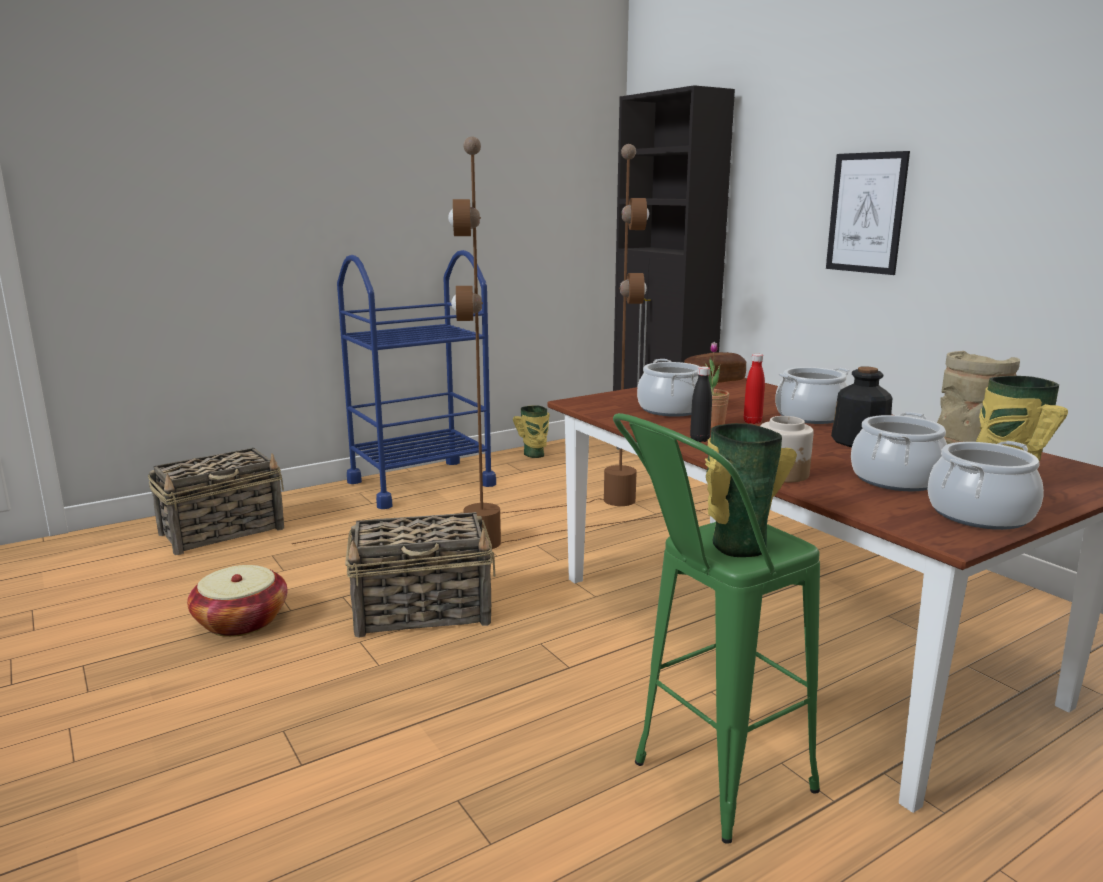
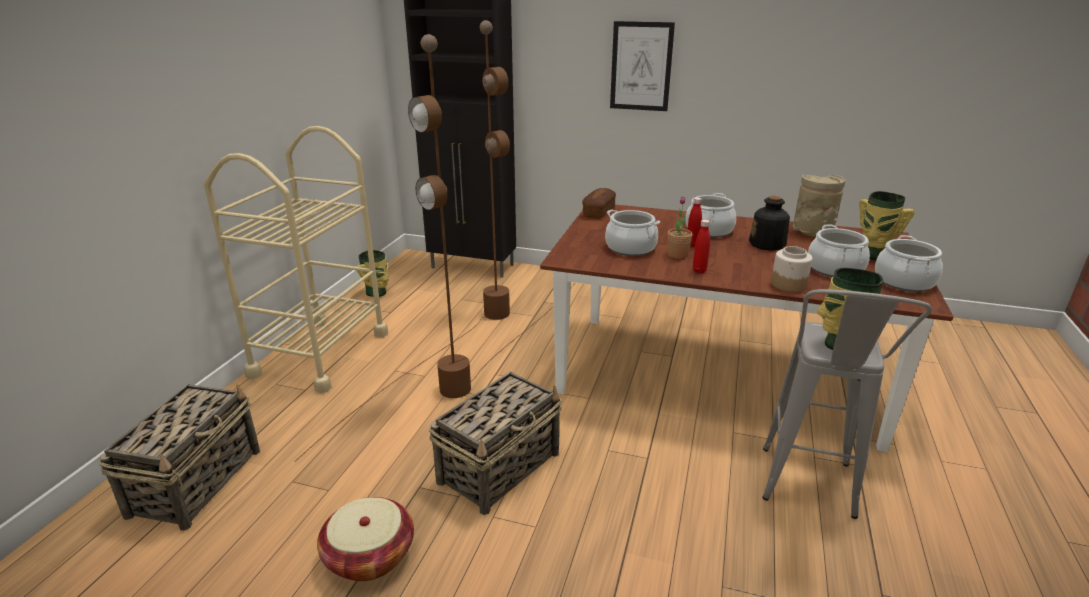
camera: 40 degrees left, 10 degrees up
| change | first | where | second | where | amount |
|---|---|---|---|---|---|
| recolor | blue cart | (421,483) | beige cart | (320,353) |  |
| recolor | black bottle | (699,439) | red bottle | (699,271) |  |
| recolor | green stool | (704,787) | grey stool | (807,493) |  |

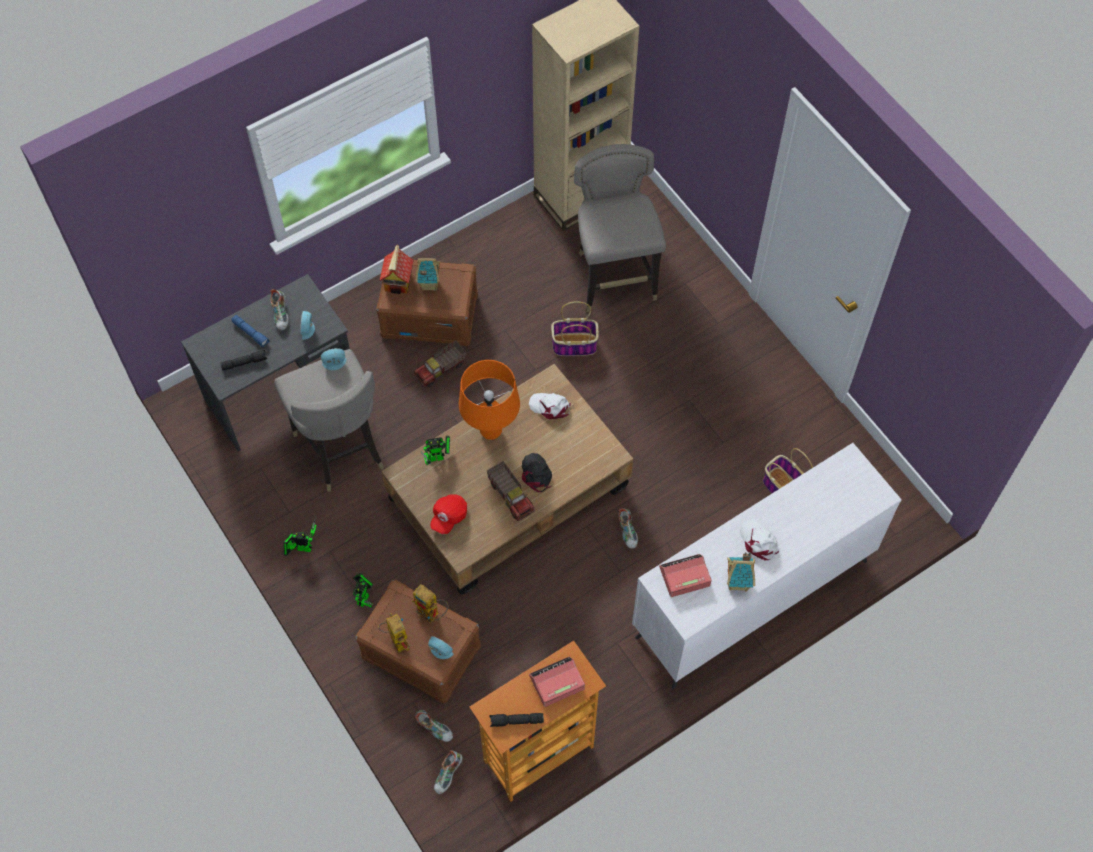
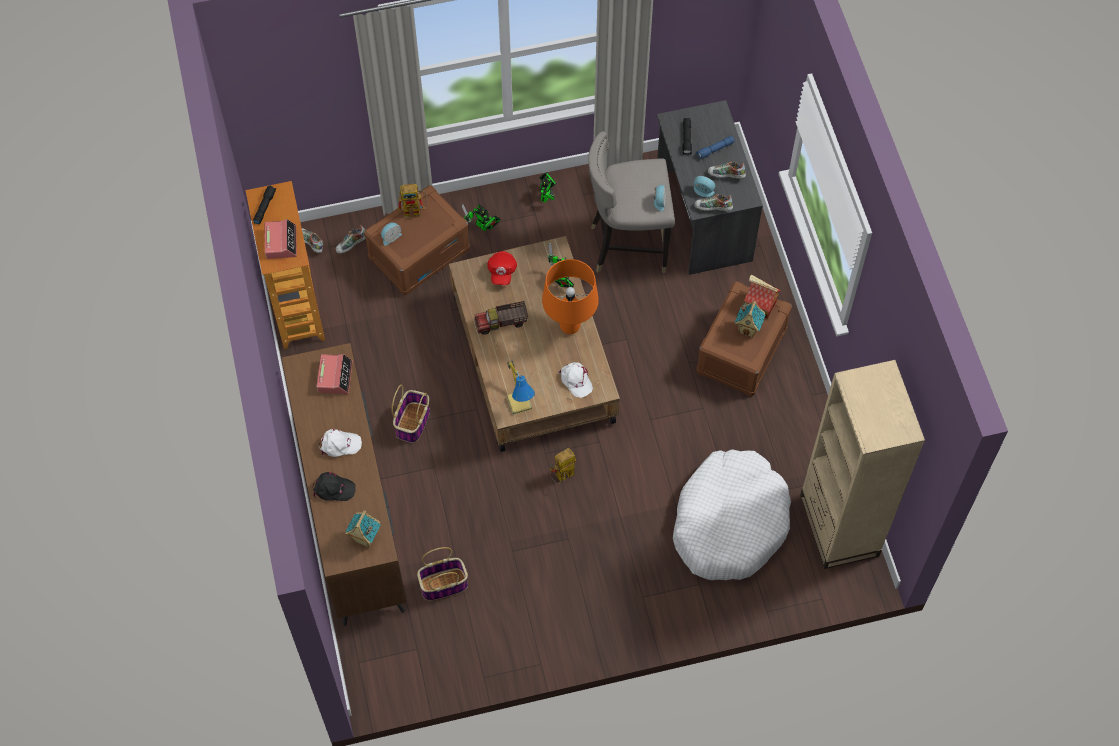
camera: 110 degrees right, 0 degrees up
| change | first | where | second | where | amount |
|---|---|---|---|---|---|
| replace | grey stool | (614,277) | white dog bed | (729,522) |  |
| move | basket | (574,345) |  | (413,422) |  |
| delete | toy truck | (441,370) |  |  |  |
| rotate | white cap | (550,407) |  | (576,380) | 105 degrees clockwise |
| recolor | white dresser | (751,598) | brown dresser | (353,514) |  |
| move | black cap | (536,474) |  | (333,489) |  |
| rotate | red cap | (448,517) |  | (502,272) | 135 degrees counterclockwise |
| move | shoe | (628,531) |  | (713,208) |  |
| move | toy house | (738,583) |  | (364,538) |  |
| move | toy robot | (432,614) |  | (562,478) |  |
| insert |  |  | table lamp | (520,402) |  |

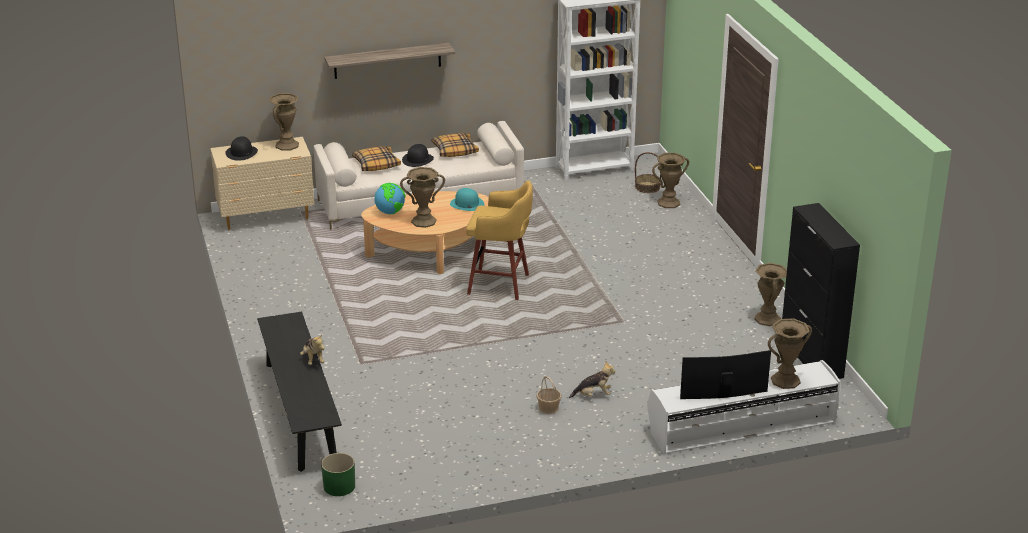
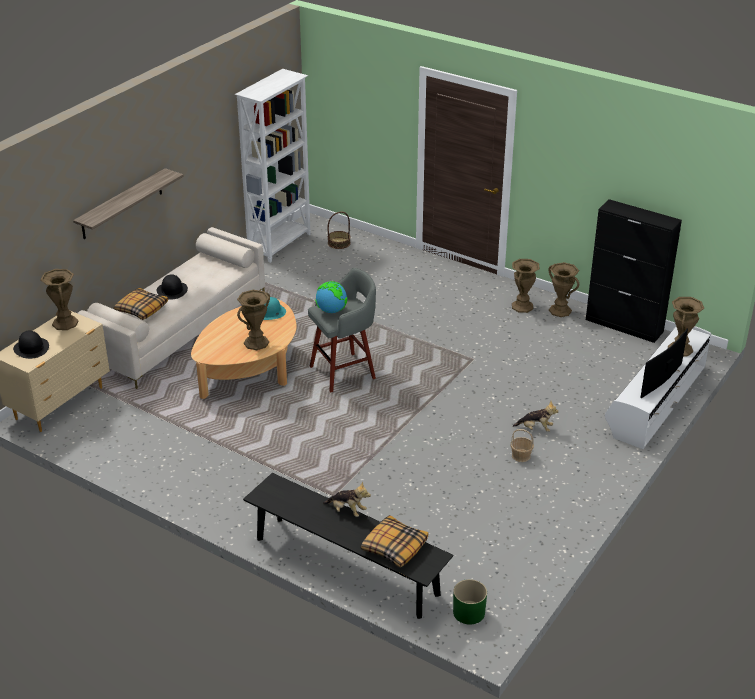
camera: 40 degrees left, 5 degrees up
| change | first | where | second | where | amount |
|---|---|---|---|---|---|
| move | pillow | (455,150) |  | (394,547) |  |
| move | brown vase | (668,203) |  | (522,306) |  |
| recolor | yellow stool | (500,285) | grey stool | (344,372) |  |
| move | globe | (390,212) |  | (331,311) |  |
| rotate | plush toy | (593,395) |  | (535,429) | 60 degrees clockwise |

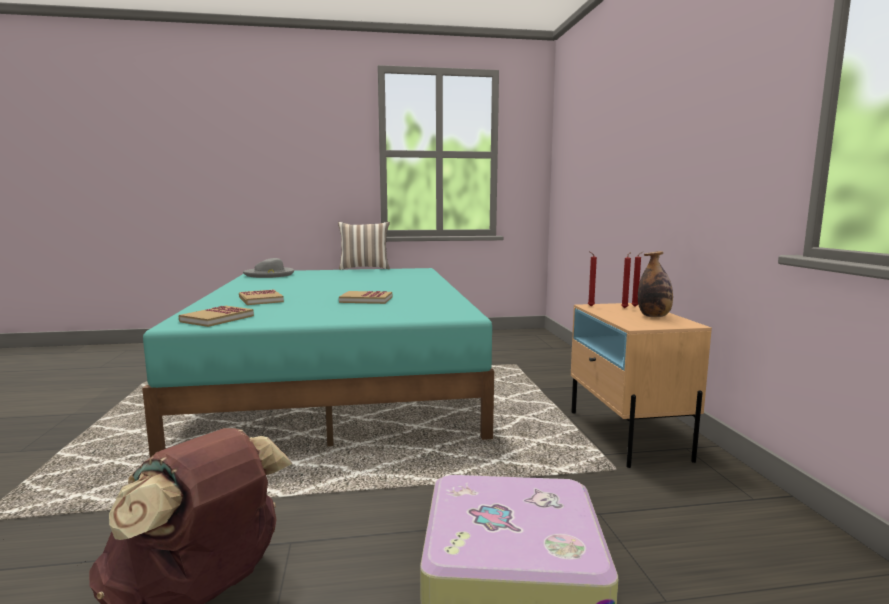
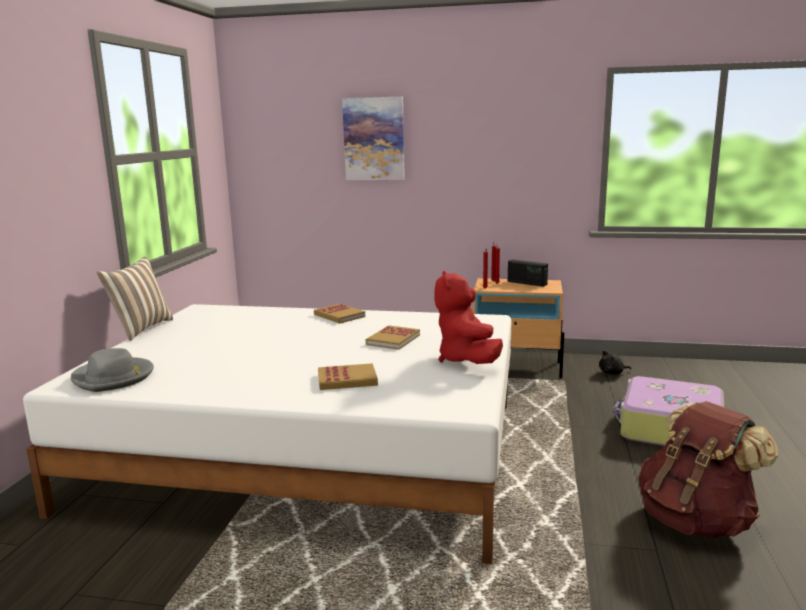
camera: 70 degrees left, 5 degrees up
| change | first | where | second | where | amount |
|---|---|---|---|---|---|
| replace | bottle | (654,316) | radio | (527,283) |  |
| recolor | turquoise bed | (340,379) | white bed | (309,453) |  |
| move | book | (217,319) |  | (339,316) |  |
| insert |  |  | picture | (374,139) |  |
| insert |  |  | red plush toy | (466,360) |  |
| insert |  |  | black plush toy | (612,373) |  |

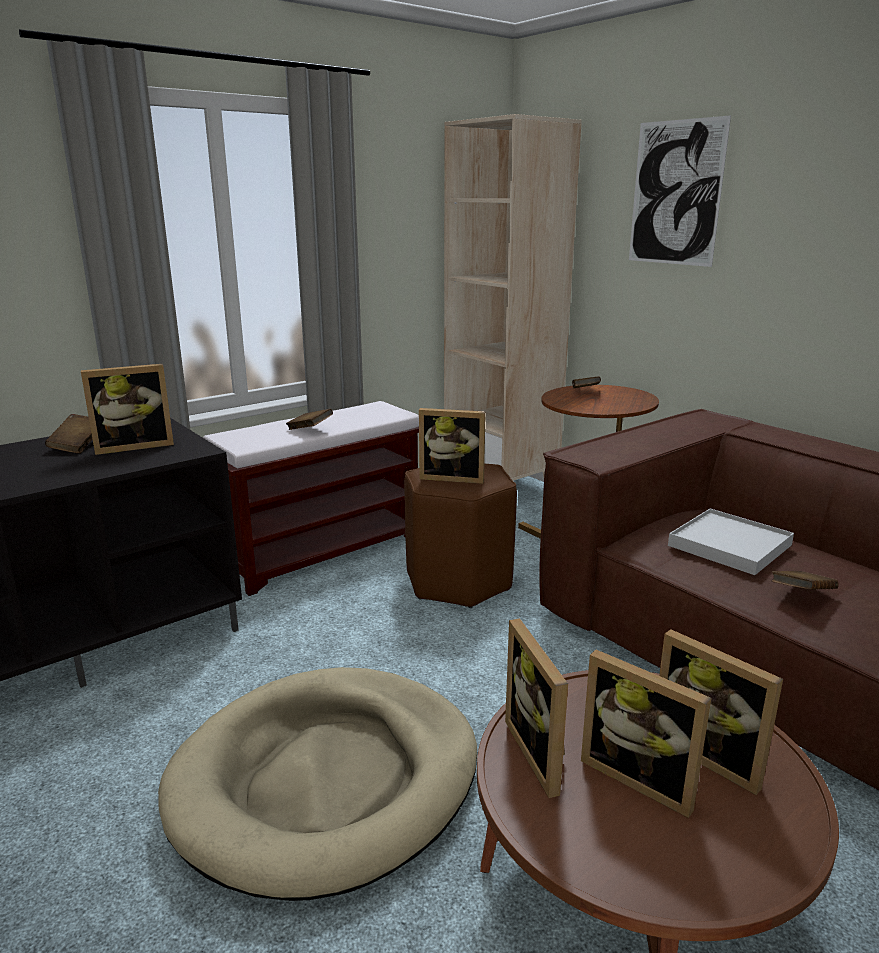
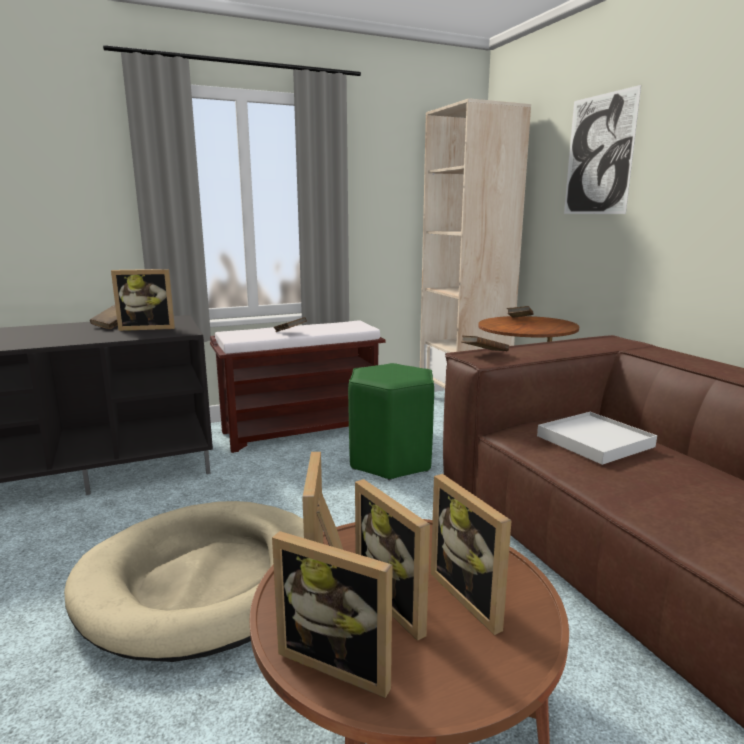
camera: 15 degrees right, 5 degrees down
| change | first | where | second | where | amount |
|---|---|---|---|---|---|
| move | picture frame | (453,477) |  | (340,660) |  |
| recolor | brown stool | (459,581) | green stool | (391,461) |  |
| move | brown book | (801,594) |  | (484,354) |  |

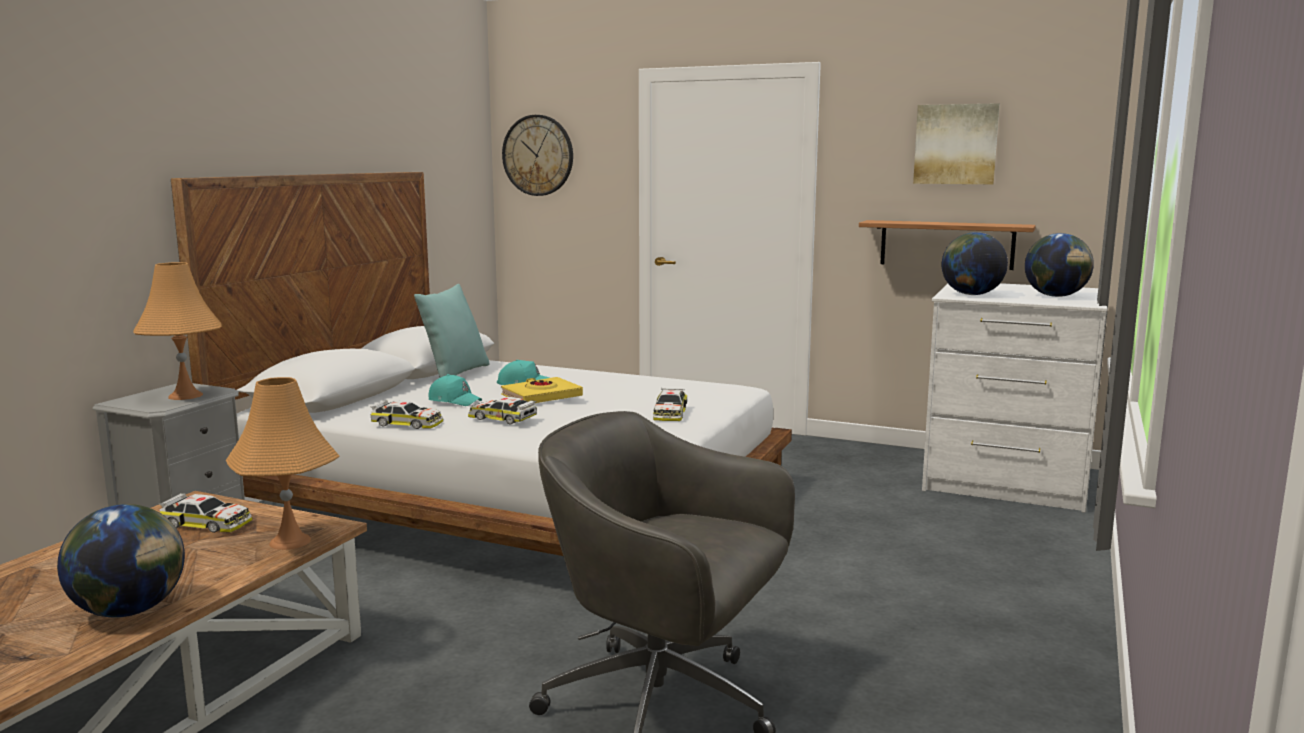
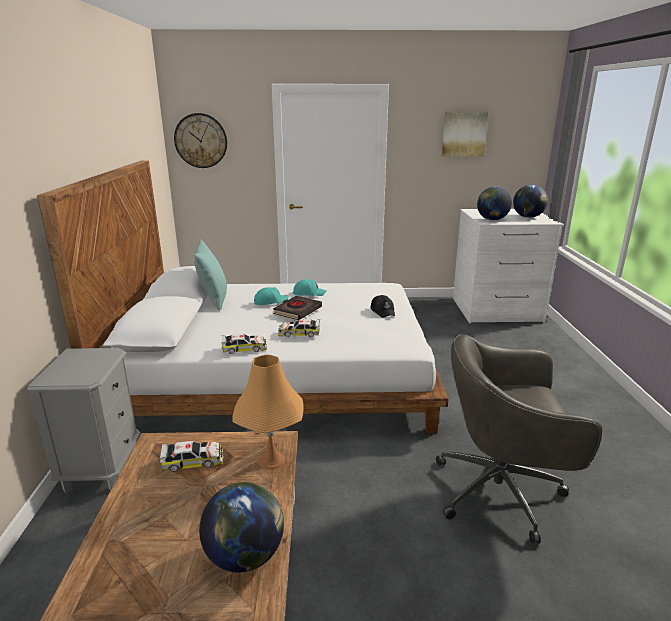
camera: 25 degrees left, 10 degrees up
| change | first | where | second | where | amount |
|---|---|---|---|---|---|
| delete | shelf | (946,244) |  |  |  |
| delete | orange table lamp | (185,396) |  |  |  |
| move | turquoise cap | (454,400) |  | (308,293) |  |
| recolor | yellow book | (541,396) | black book | (297,311) |  |
| replace | toy car | (670,413) | black cap | (383,311) |  |

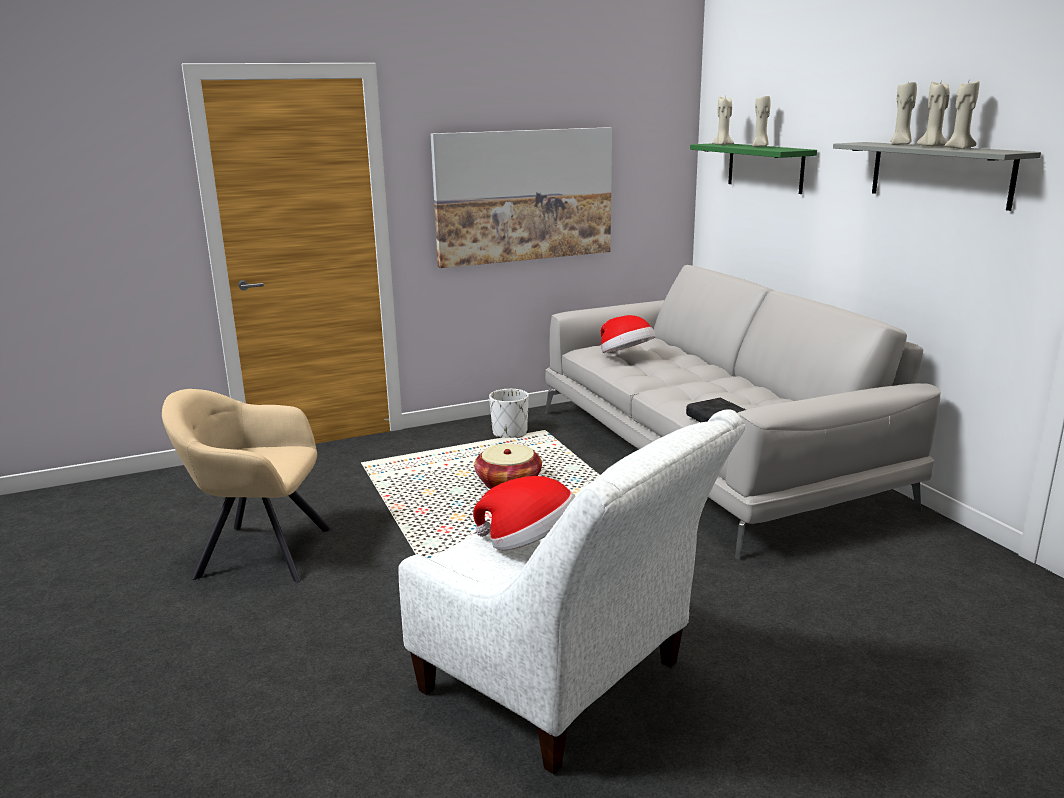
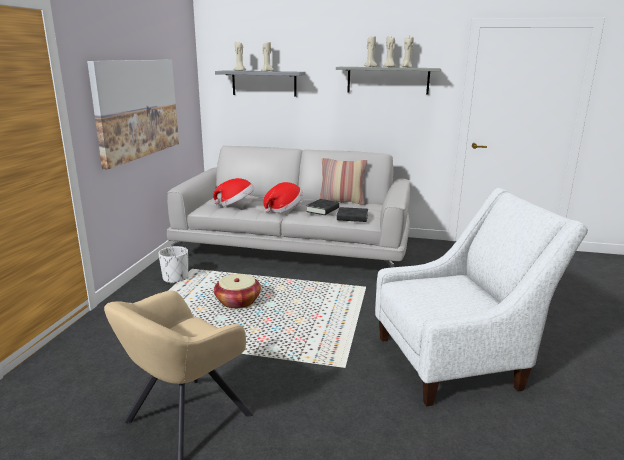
camera: 55 degrees left, 0 degrees up
| change | first | where | second | where | amount |
|---|---|---|---|---|---|
| recolor | green shelf | (765,167) | grey shelf | (264,83) |  |
| move | hat | (530,543) |  | (284,209) |  |
| insert |  |  | pillow | (342,201) |  |
| insert |  |  | black book | (322,210) |  |

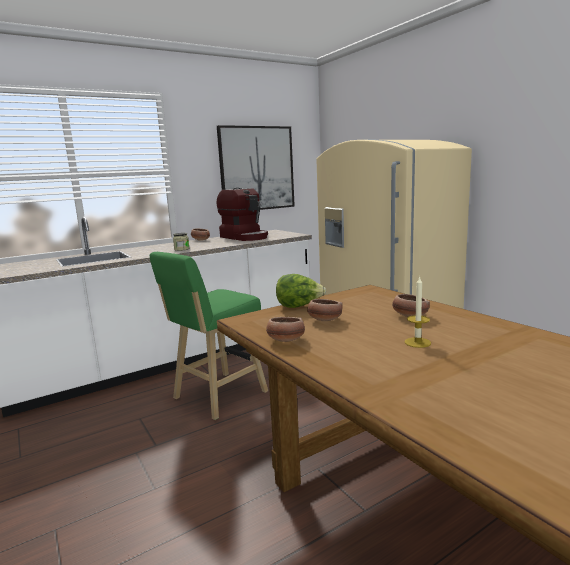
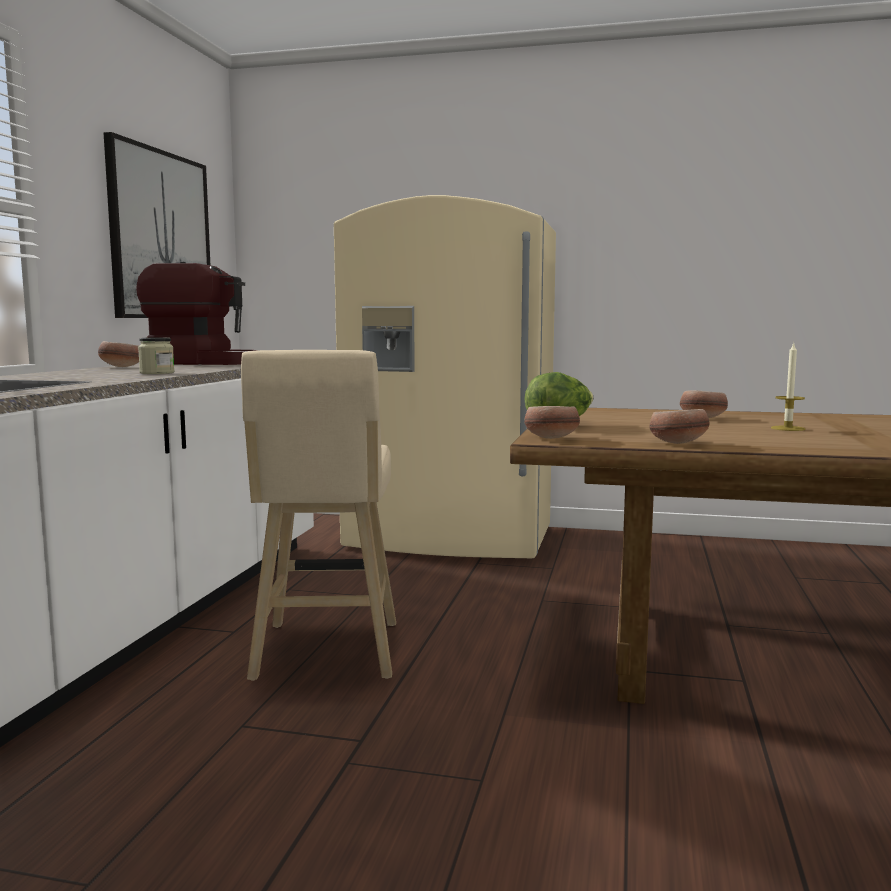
camera: 45 degrees left, 5 degrees down
| change | first | where | second | where | amount |
|---|---|---|---|---|---|
| recolor | green stool | (217,397) | beige stool | (326,654) |  |
| move | bowl | (324,320) |  | (551,438) |  |

